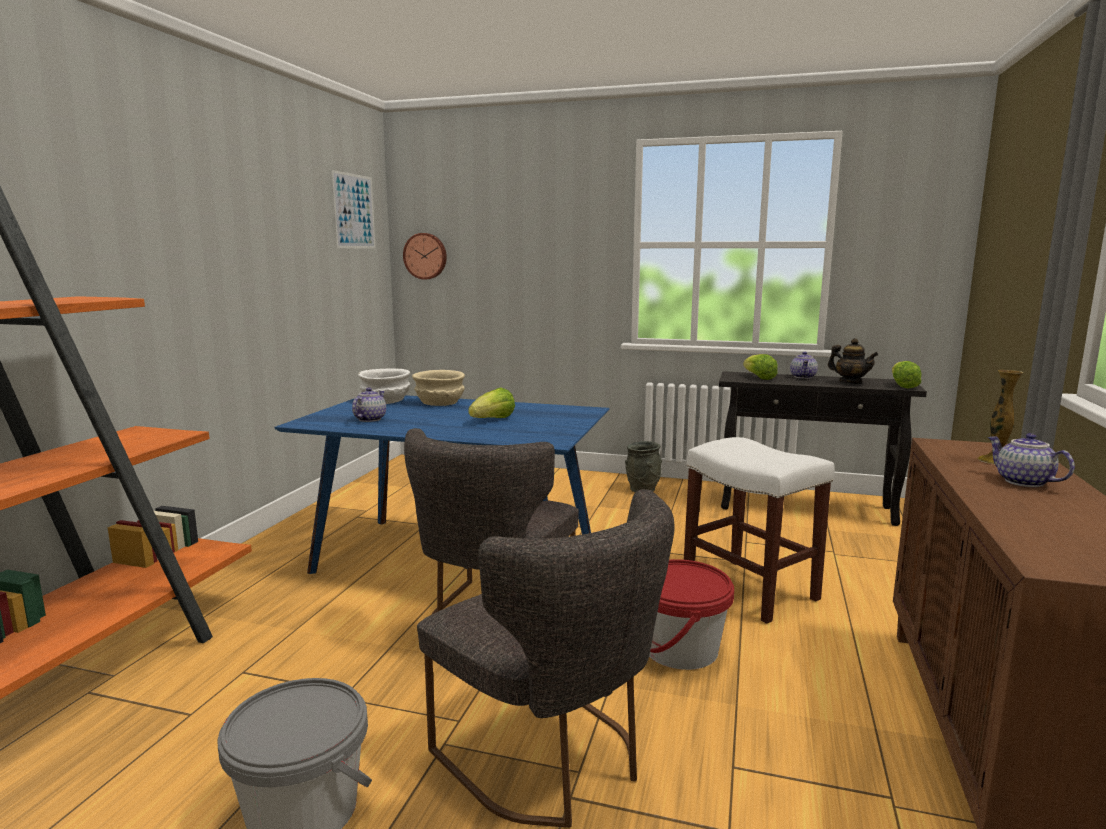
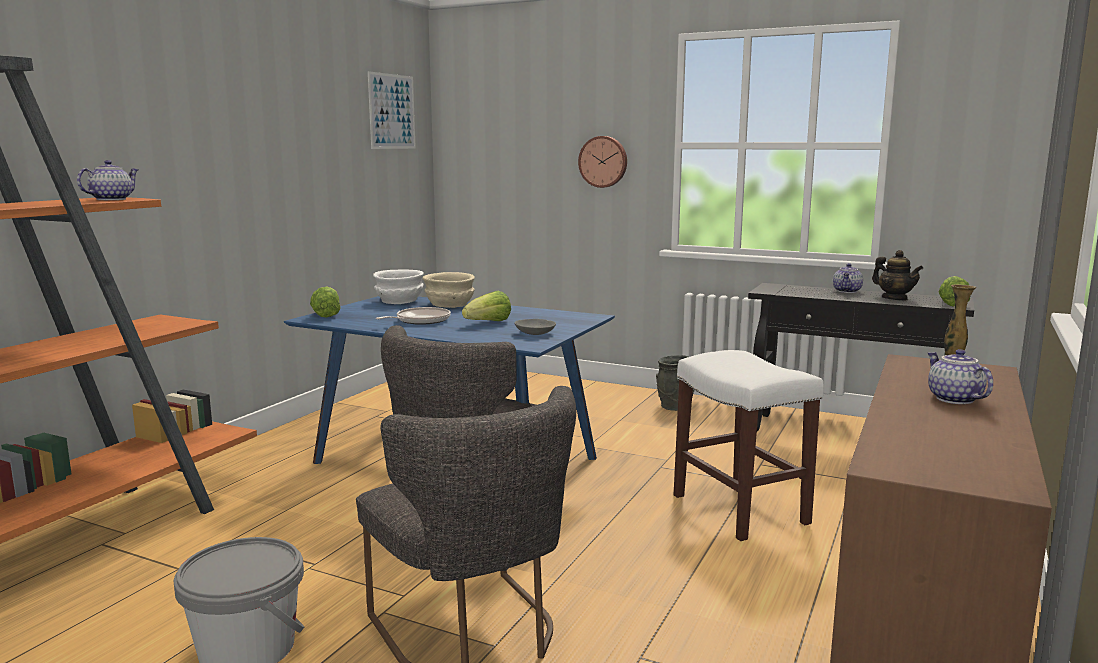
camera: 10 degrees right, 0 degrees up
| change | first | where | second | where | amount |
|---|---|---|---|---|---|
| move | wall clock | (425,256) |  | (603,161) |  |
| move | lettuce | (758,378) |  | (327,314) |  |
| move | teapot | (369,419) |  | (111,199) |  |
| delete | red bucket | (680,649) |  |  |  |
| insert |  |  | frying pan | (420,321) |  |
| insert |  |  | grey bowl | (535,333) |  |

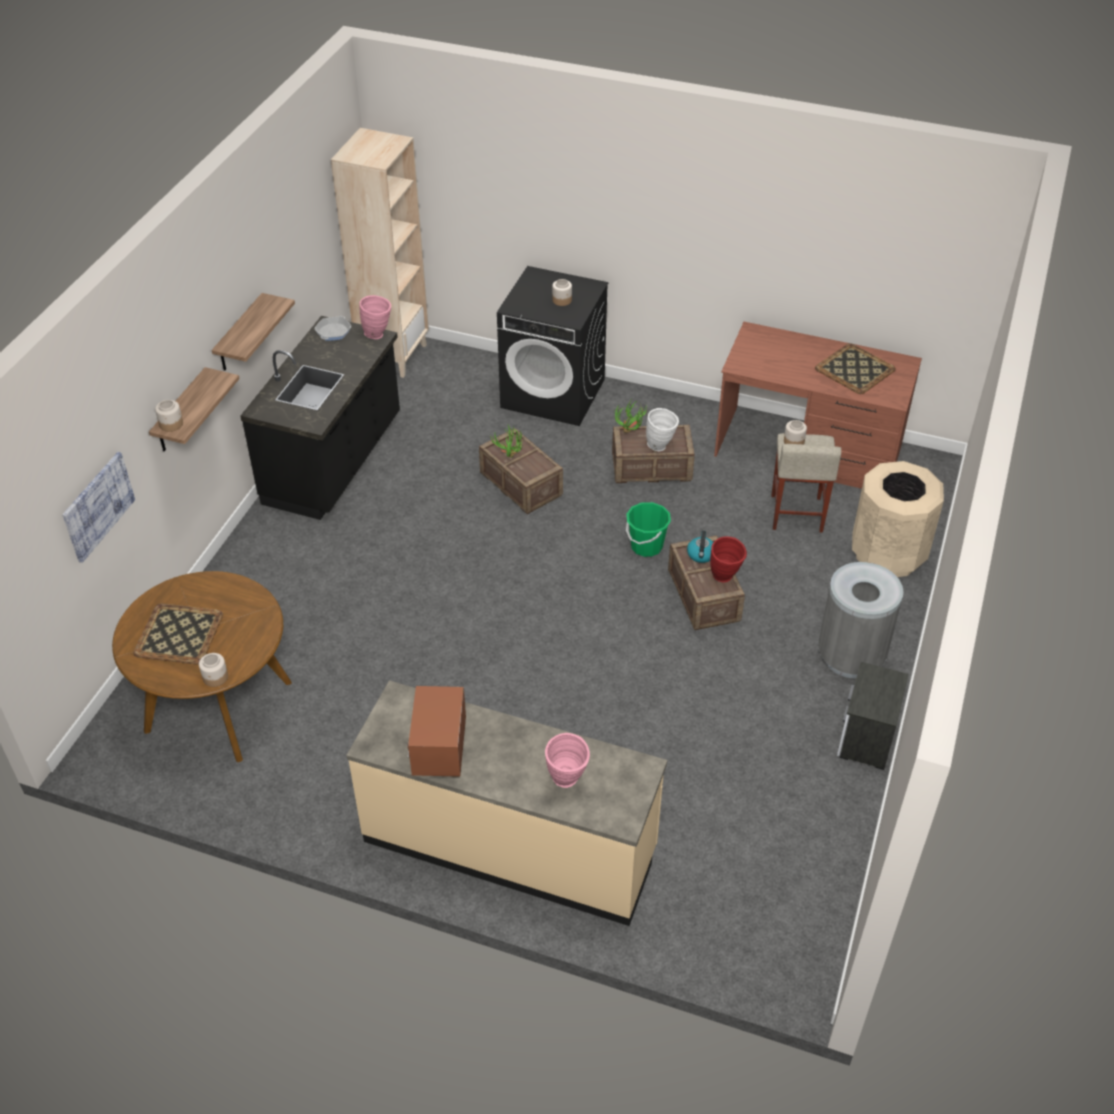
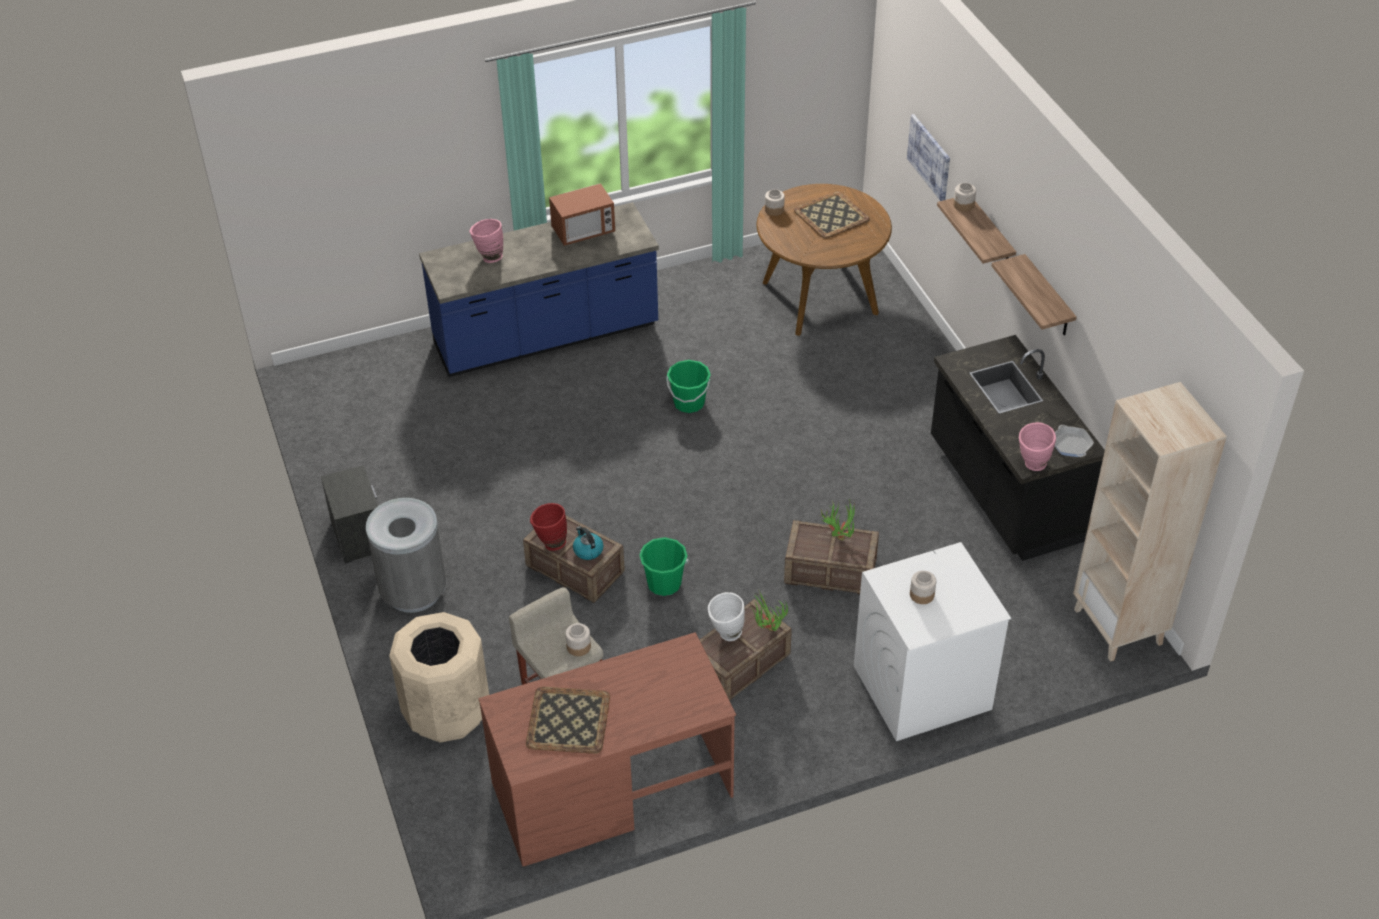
camera: 140 degrees right, 0 degrees up
| change | first | where | second | where | amount |
|---|---|---|---|---|---|
| recolor | black washing machine | (553,393) | white washing machine | (921,688) |  |
| recolor | beige counter | (510,845) | blue counter | (546,337) |  |
| rotate | microwave | (439,748) |  | (583,231) | 105 degrees clockwise |
| insert |  |  | green bucket | (689,403) |  |

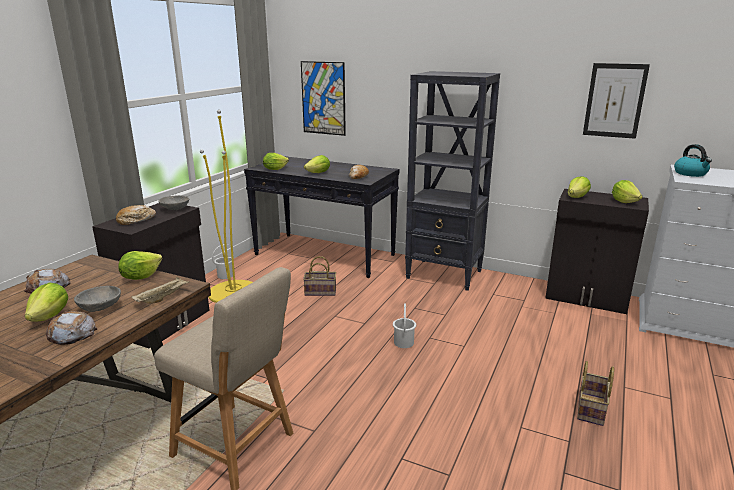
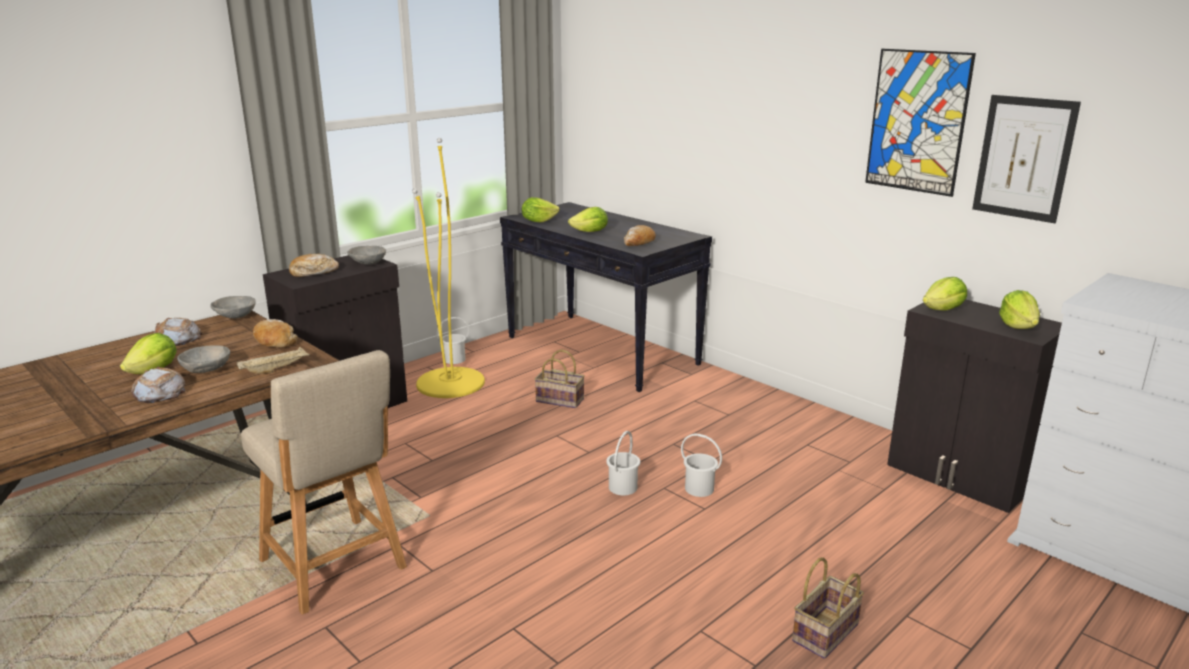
camera: 20 degrees right, 0 degrees up
| change | first | where | second | where | amount |
|---|---|---|---|---|---|
| move | picture | (323,98) |  | (917,121) |  |
| delete | black bookcase | (444,274) |  |  |  |
| delete | kettle | (691,173) |  |  |  |
| replace | lettuce | (140,277) | bread | (274,341) |  |
| insert |  |  | grey bowl | (234,317) |  |
| insert |  |  | white bucket | (699,488) |  |

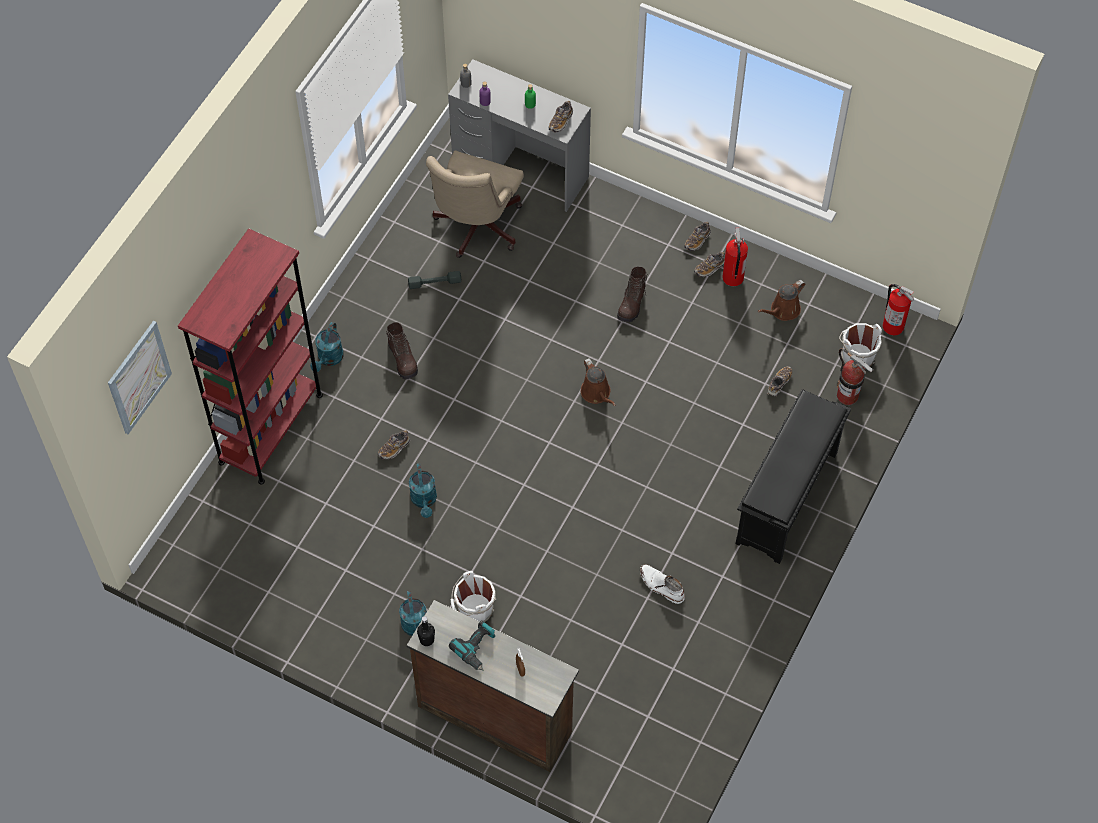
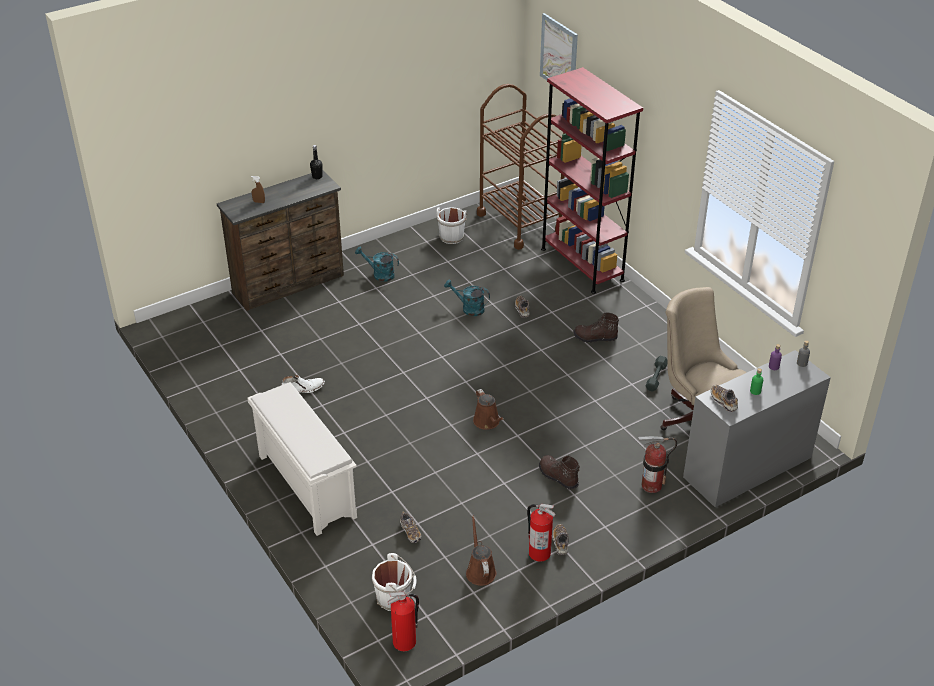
camera: 120 degrees right, 20 degrees down
| change | first | where | second | where | amount |
|---|---|---|---|---|---|
| delete | shoe | (697,240) |  |  |  |
| delete | turquoise watering can | (329,359) |  |  |  |
| move | fire extinguisher | (847,395) |  | (651,485) |  |
| rotate | brown watering can | (597,393) |  | (487,422) | 120 degrees counterclockwise |
| recolor | black shoe rack | (787,499) | white shoe rack | (305,486) |  |
| move | white bucket | (474,610) |  | (451,236) |  |
| delete | power drill | (477,648) |  |  |  |
| insert |  |  | brown cart | (520,223) |  |

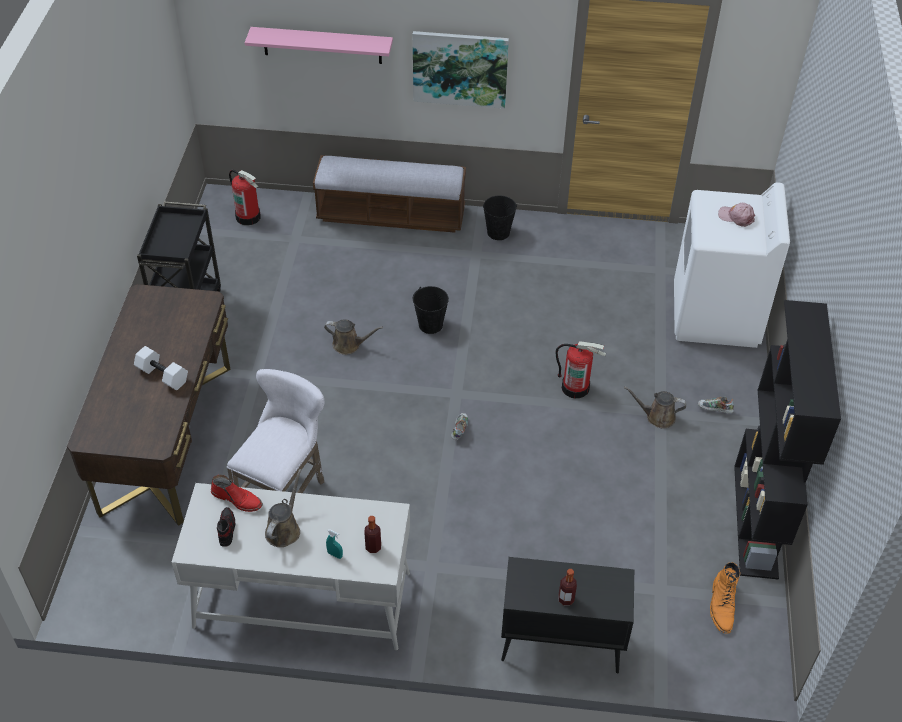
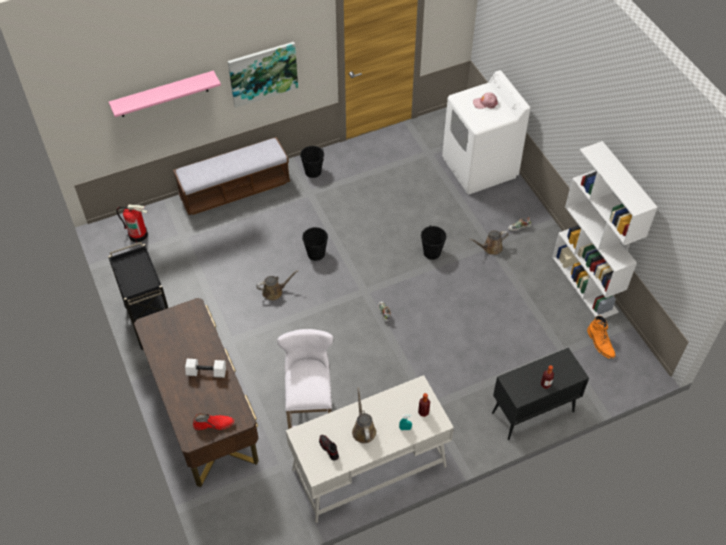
camera: 30 degrees left, 5 degrees up
| change | first | where | second | where | amount |
|---|---|---|---|---|---|
| recolor | black bookcase | (756,521) | white bookcase | (585,284) |  |
| replace | fire extinguisher | (575,387) | black bucket | (432,252) |  |
| move | red boot | (237,499) |  | (214,423) |  |

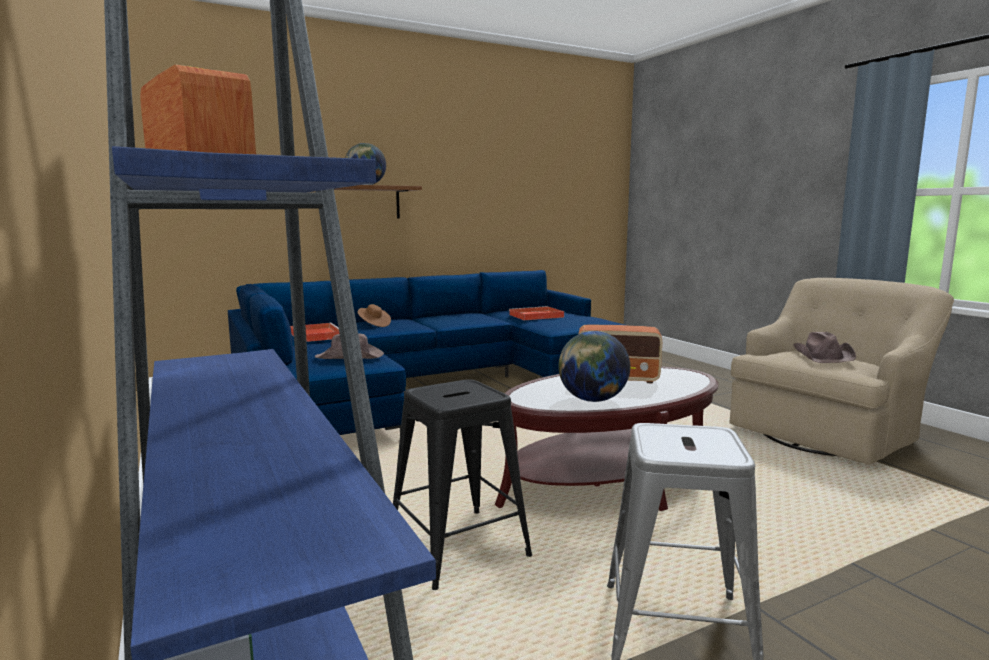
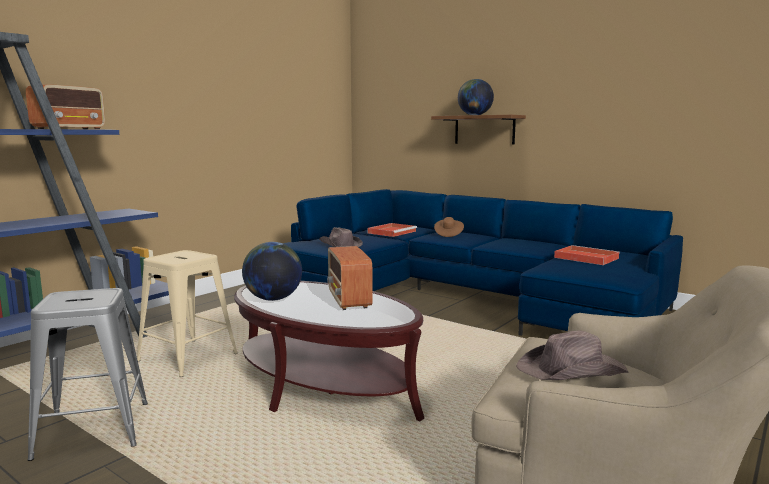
camera: 65 degrees right, 0 degrees up
| change | first | where | second | where | amount |
|---|---|---|---|---|---|
| recolor | black stool | (458,546) | beige stool | (188,357) |  |

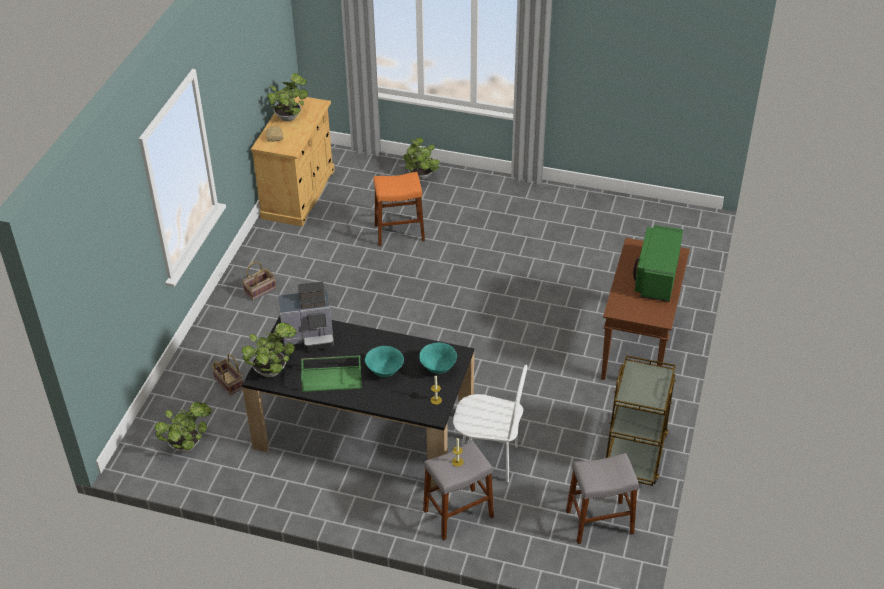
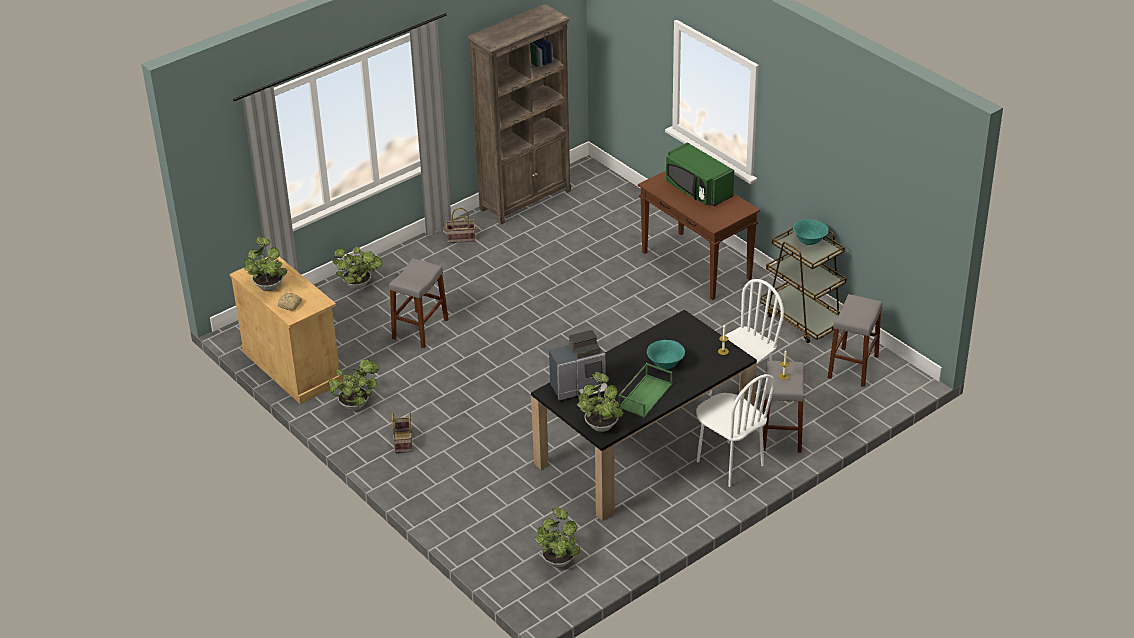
camera: 55 degrees left, 5 degrees down
| change | first | where | second | where | amount |
|---|---|---|---|---|---|
| recolor | orange stool | (399,232) | grey stool | (420,329) |  |
| rotate | coffee machine | (310,336) |  | (581,389) | 45 degrees clockwise |
| move | turquoise bowl | (438,368) |  | (809,242) |  |
| move | basket | (228,383) |  | (460,238) |  |
| insert |  |  | brown bookcase | (526,200) |  |
| insert |  |  | potted plant | (356,404) |  |
| insert |  |  | white chair | (729,463) |  |

